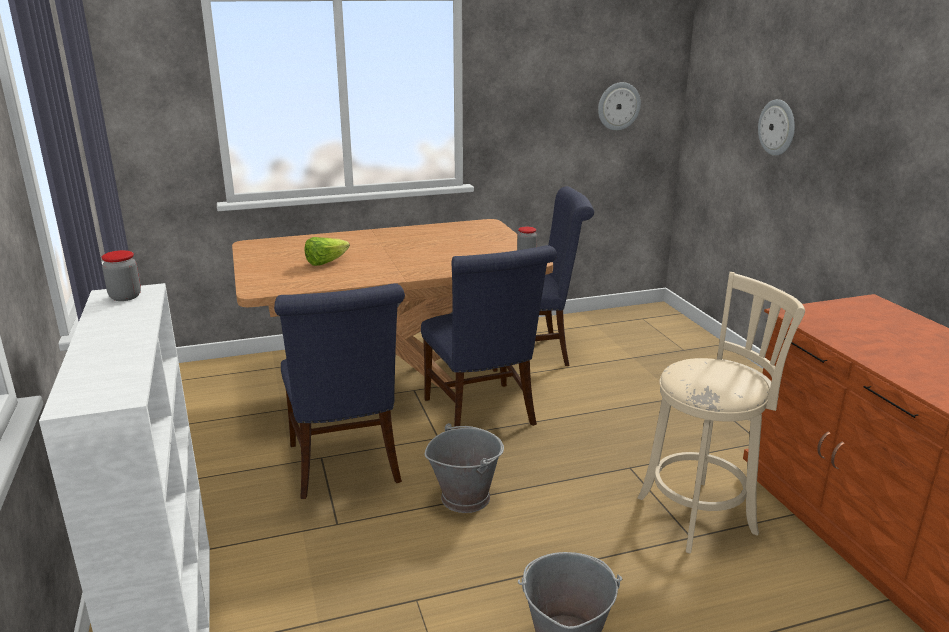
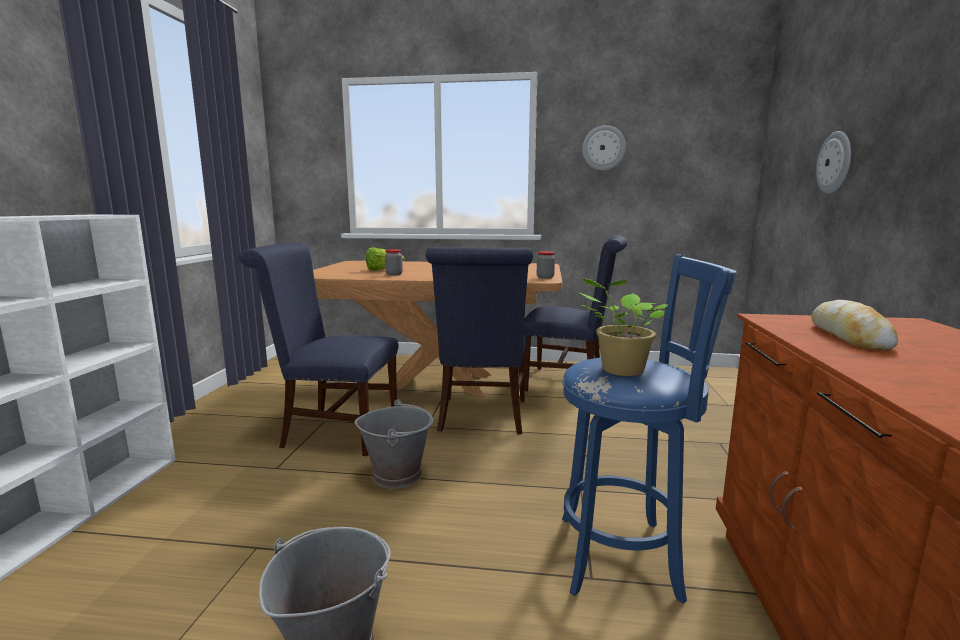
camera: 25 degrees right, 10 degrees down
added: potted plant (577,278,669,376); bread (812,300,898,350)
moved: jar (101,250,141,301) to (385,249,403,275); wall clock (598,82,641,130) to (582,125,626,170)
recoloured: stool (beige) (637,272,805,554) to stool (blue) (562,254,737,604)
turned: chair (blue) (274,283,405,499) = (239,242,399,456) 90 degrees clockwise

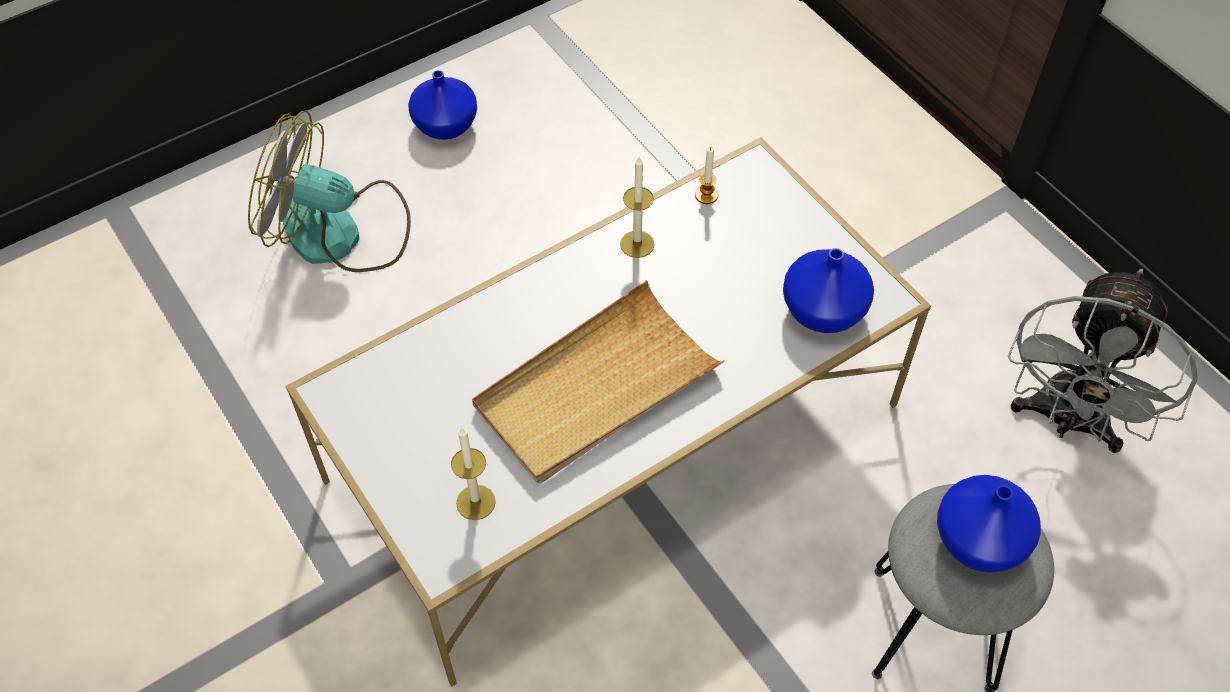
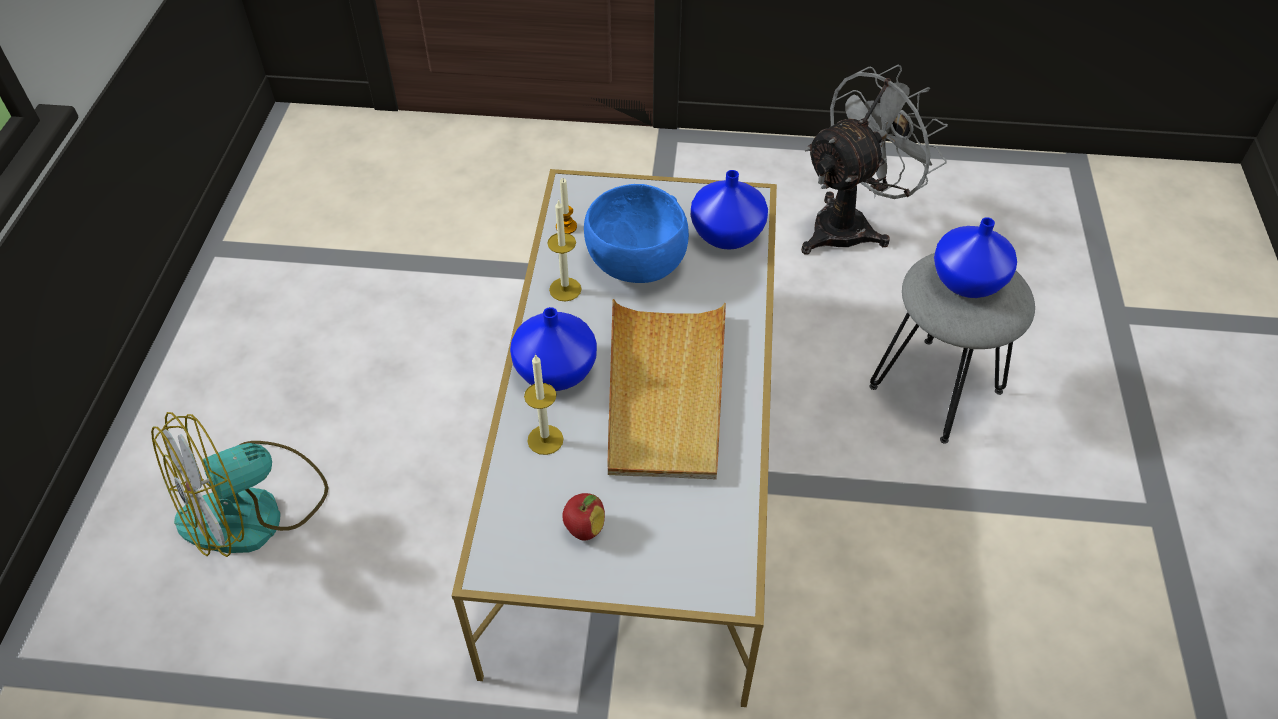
camera: 50 degrees left, 5 degrees down
added: apple (562,493,605,541); bowl (blue) (584,184,689,283)
moved: vase (blue) (408,70,477,140) to (510,307,597,391); candle (451,427,496,520) to (524,354,564,455)
turned: fan (grey) (1008,269,1198,453) = (801,65,948,255) 105 degrees counterclockwise

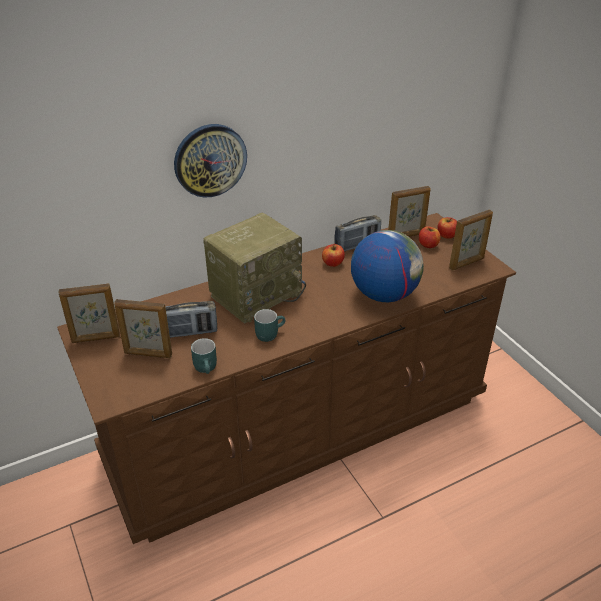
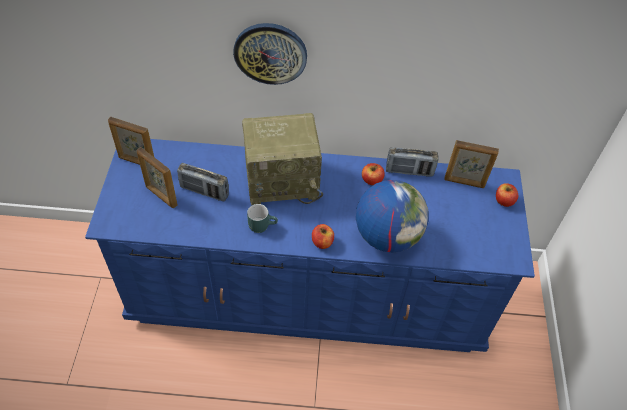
camera: 30 degrees right, 15 degrees up
removed: mug (turquoise) (191,338,217,374); picture frame (449,210,493,270)
moved: apple (419,226,441,248) to (312,224,334,249)
recoloured: dresser (brown) (57,213,516,544) to dresser (blue) (85,139,535,352)

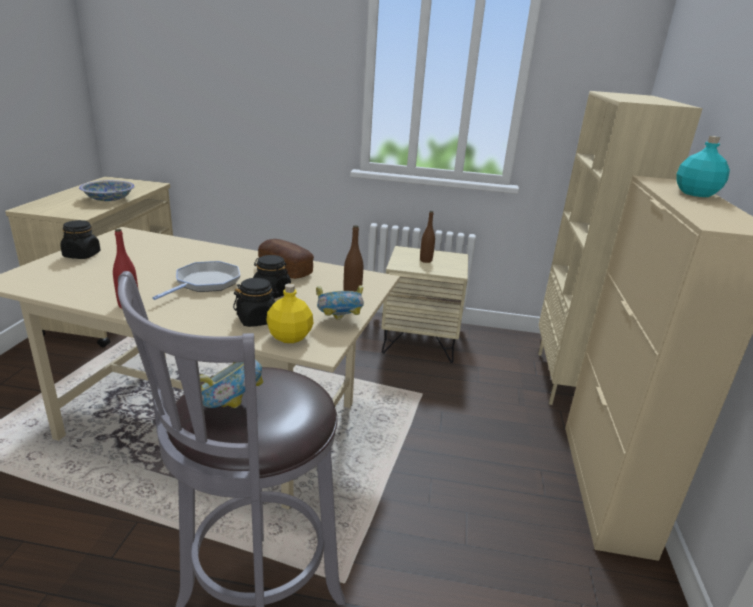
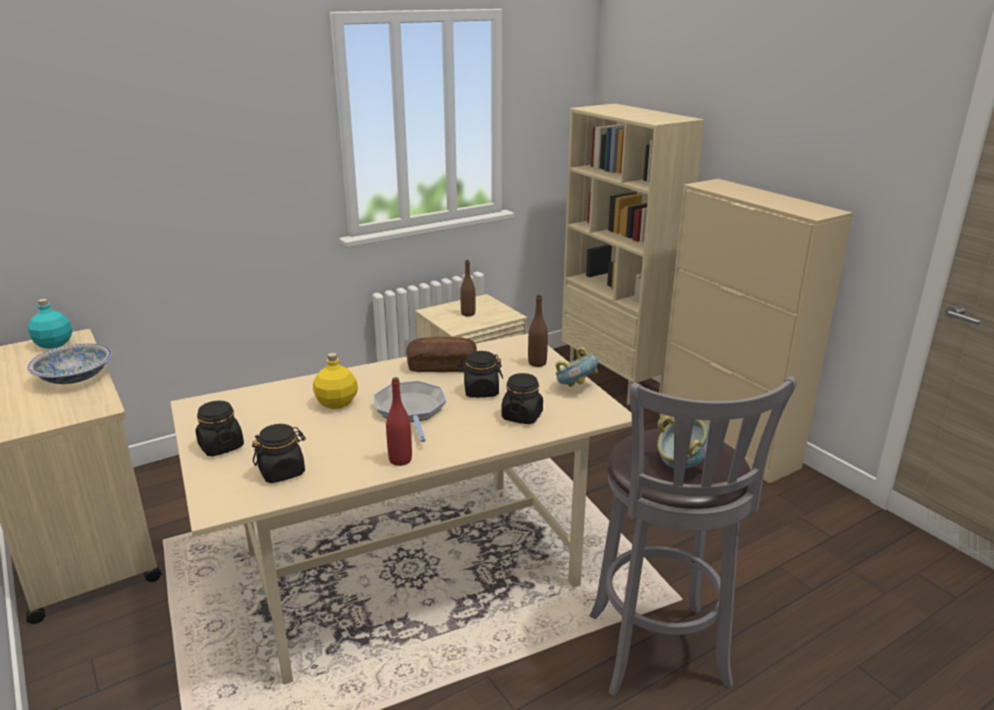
camera: 40 degrees left, 0 degrees up
added: jar (black) (252,424,306,483)
moved: bottle (yellow) (266,283,314,343) to (313,353,358,409); bottle (turquoise) (676,136,730,197) to (28,299,72,349)

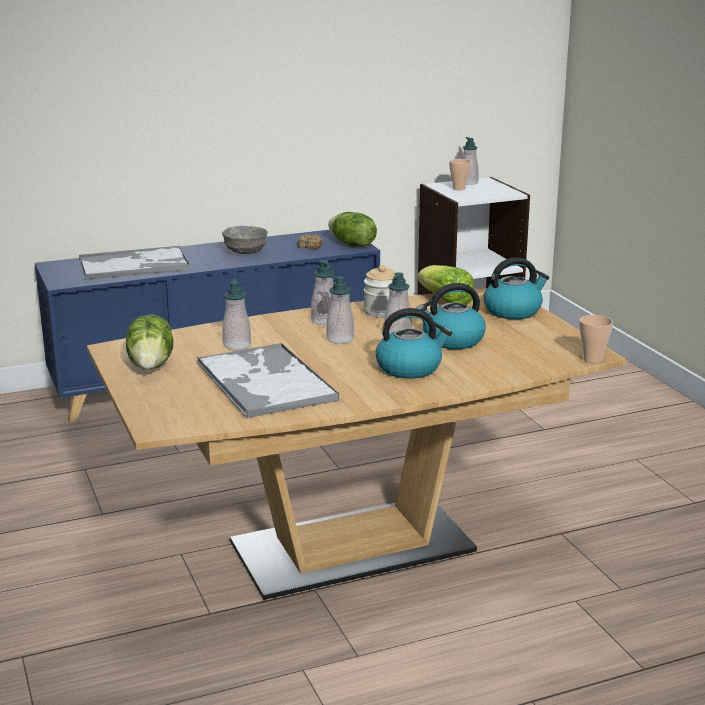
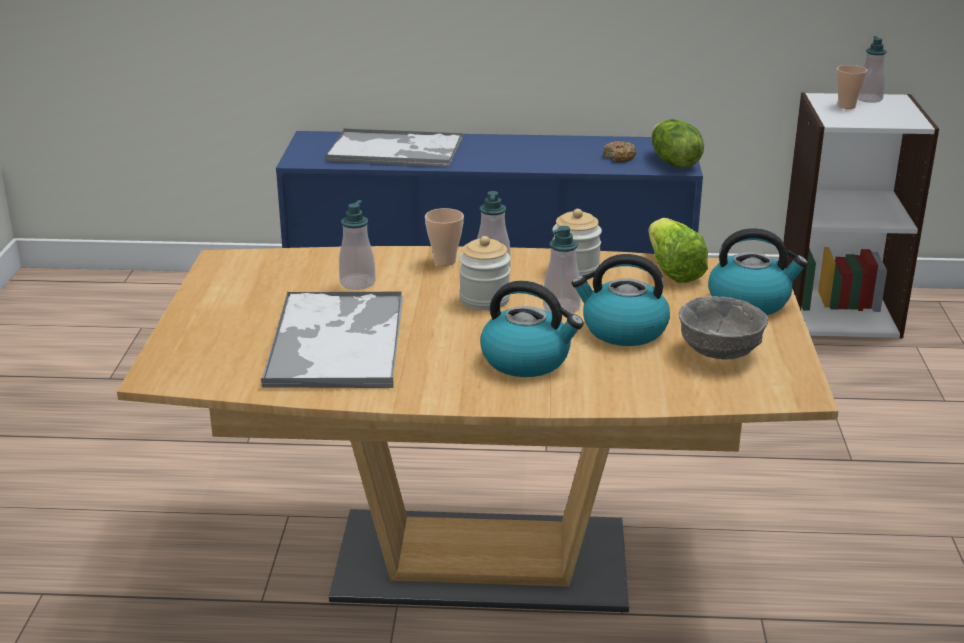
camera: 25 degrees right, 5 degrees up
removed: lettuce (126,314,173,370)
moved: bowl (grey) (222,226,268,254) to (679,296,768,359); cup (580,315,613,363) to (425,208,464,266)
replaced: soap dispenser (326,275,354,344) to jar (459,236,511,310)

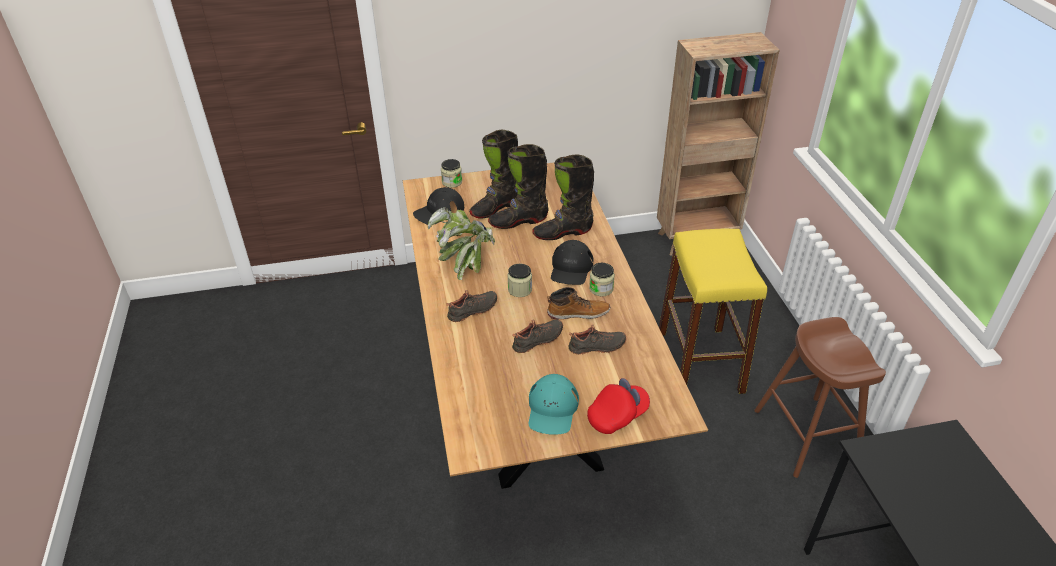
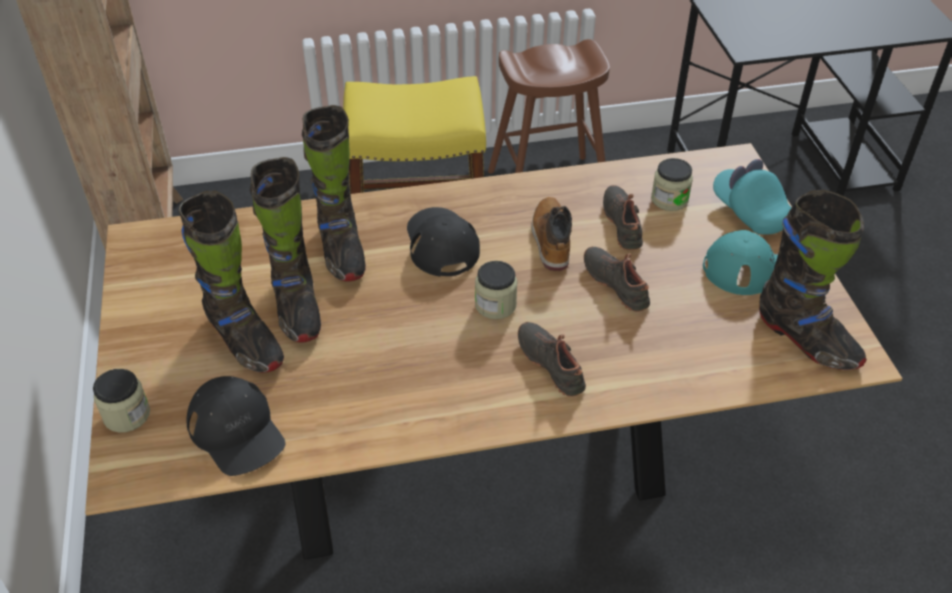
camera: 90 degrees left, 5 degrees up
removed: potted plant (428,207,495,280)
added: boot (black) (759,190,867,370)
moved: jar (589,263,615,296) to (651,158,693,211)
recoloured: cap (red) (587,378,650,434) to cap (turquoise) (713,159,791,235)
turned: cap (black) (551,240,594,285) = (407,207,480,277) 120 degrees counterclockwise

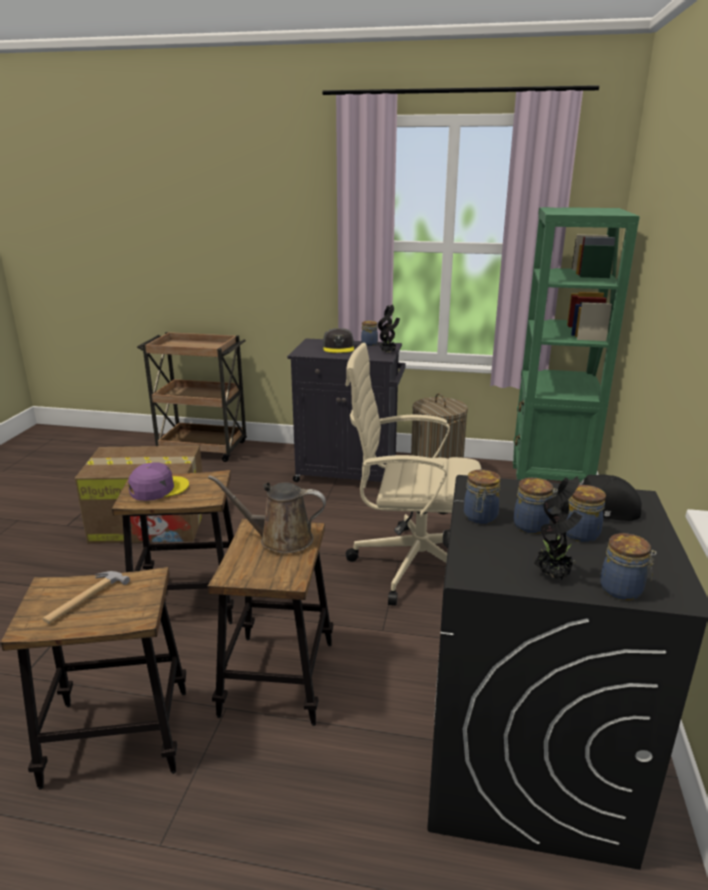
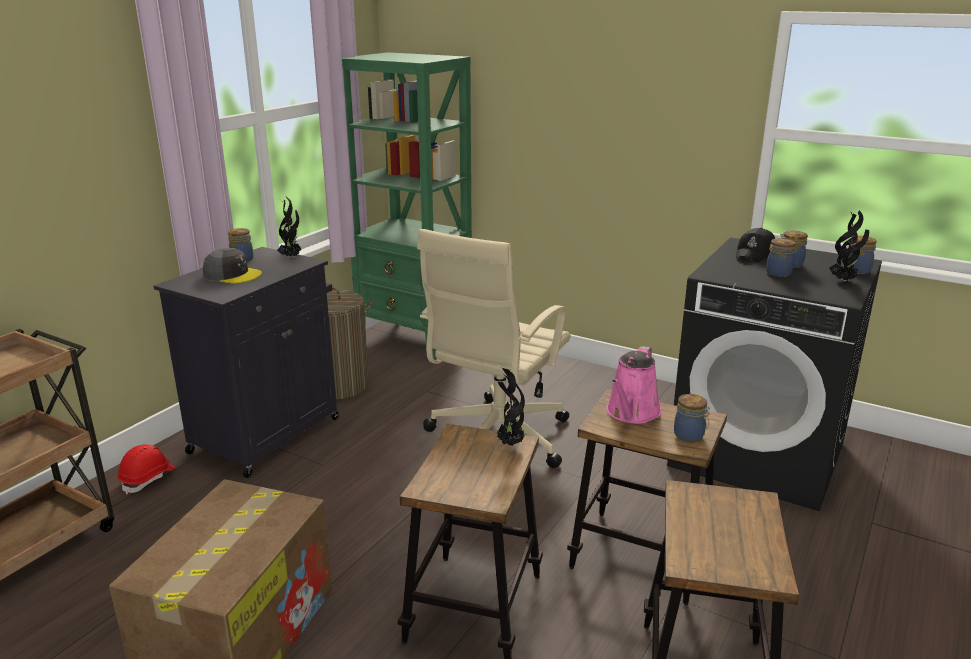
camera: 70 degrees left, 0 degrees up
removed: hammer (43,571,130,624); cap (purple) (128,462,189,501)
added: hard hat (red) (118,444,176,495); potted plant (496,368,525,446)
moved: jar (464,469,500,524) to (674,394,710,442)
recoloured: watering can (brown) (208,475,326,553) to watering can (pink) (606,346,662,424)

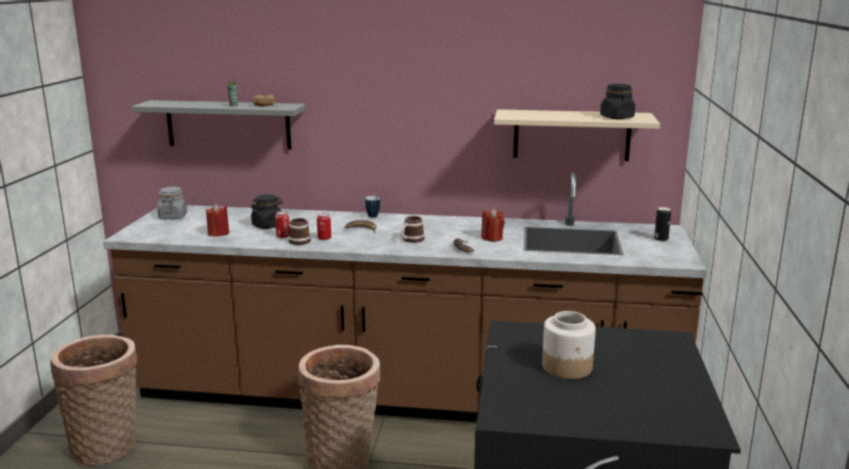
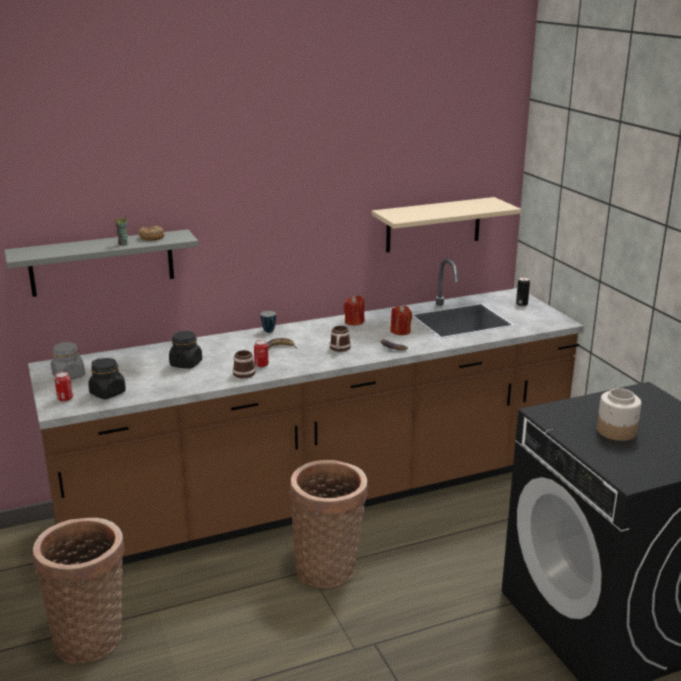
camera: 30 degrees left, 5 degrees up
moved: candle (red) (206,204,229,236) to (343,295,365,326); can (275,211,290,238) to (55,372,73,402); jar (black) (600,84,635,119) to (88,358,126,399)

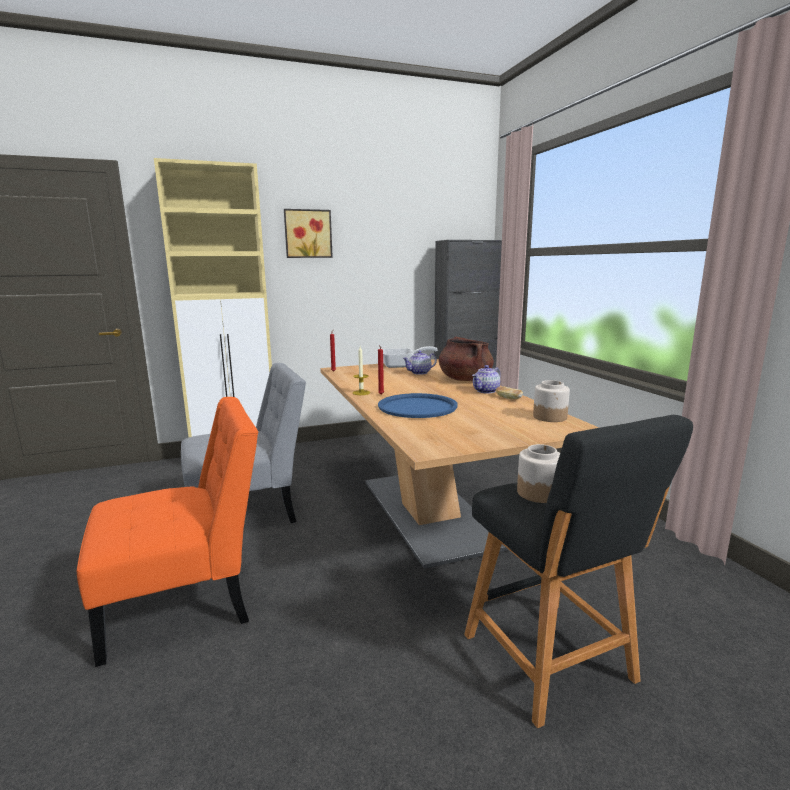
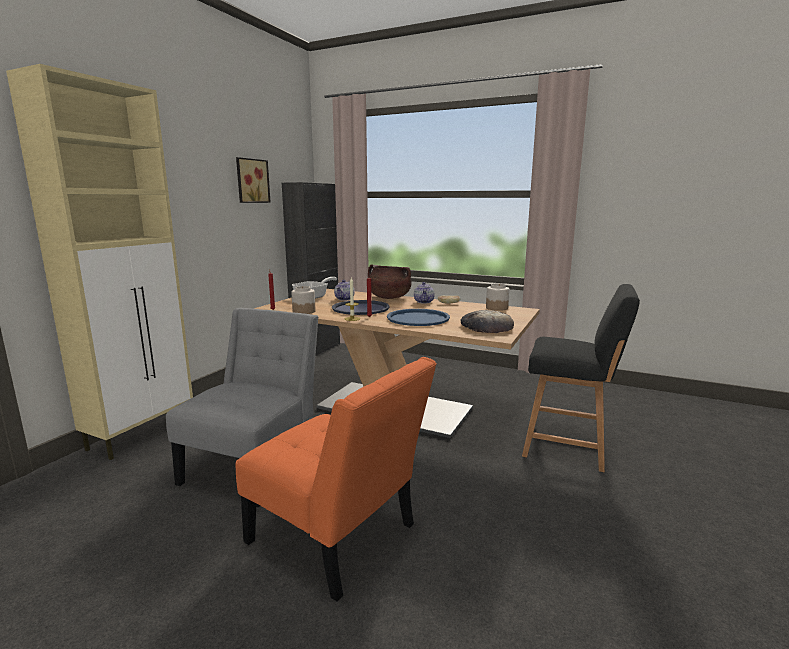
camera: 45 degrees left, 0 degrees up
added: tray (blue) (332,300,390,315); bread (460,310,514,333)
moved: picture (284,209,333,258) to (236,157,271,203); jar (517,444,560,503) to (291,286,316,314)
turned: chair (orange) (77,397,258,667) = (235,357,437,602) 105 degrees clockwise

